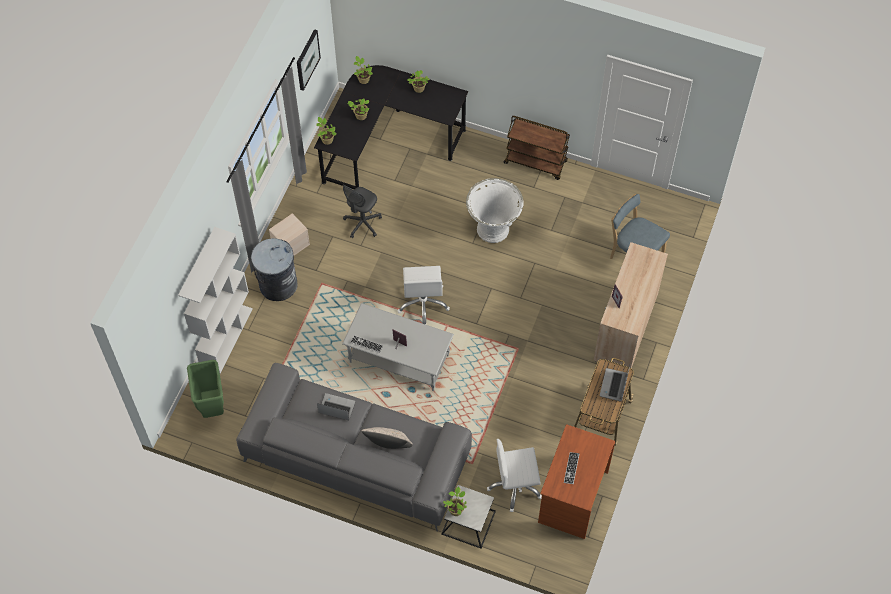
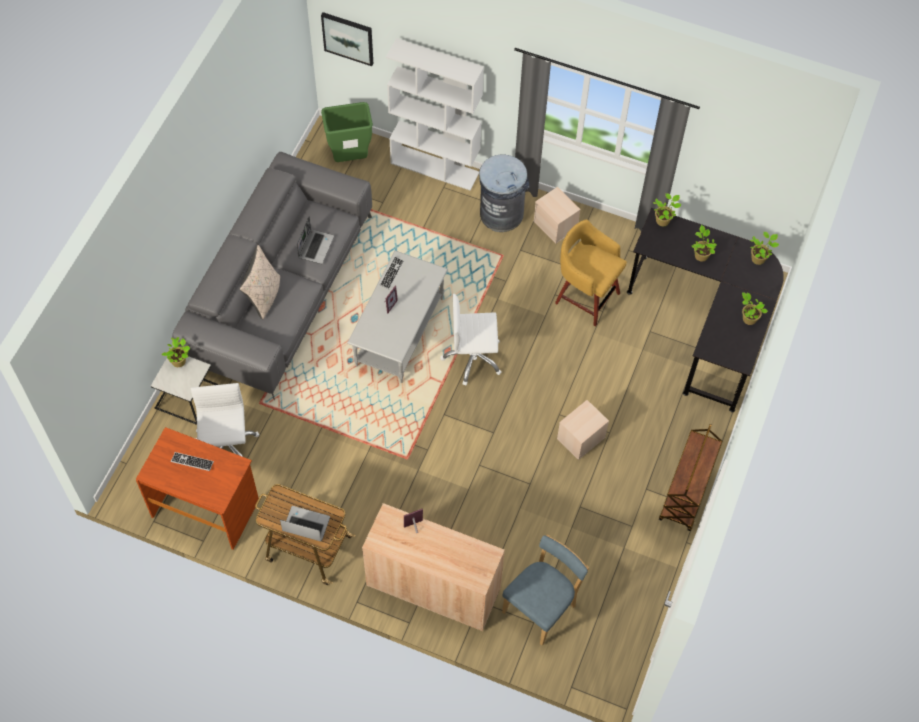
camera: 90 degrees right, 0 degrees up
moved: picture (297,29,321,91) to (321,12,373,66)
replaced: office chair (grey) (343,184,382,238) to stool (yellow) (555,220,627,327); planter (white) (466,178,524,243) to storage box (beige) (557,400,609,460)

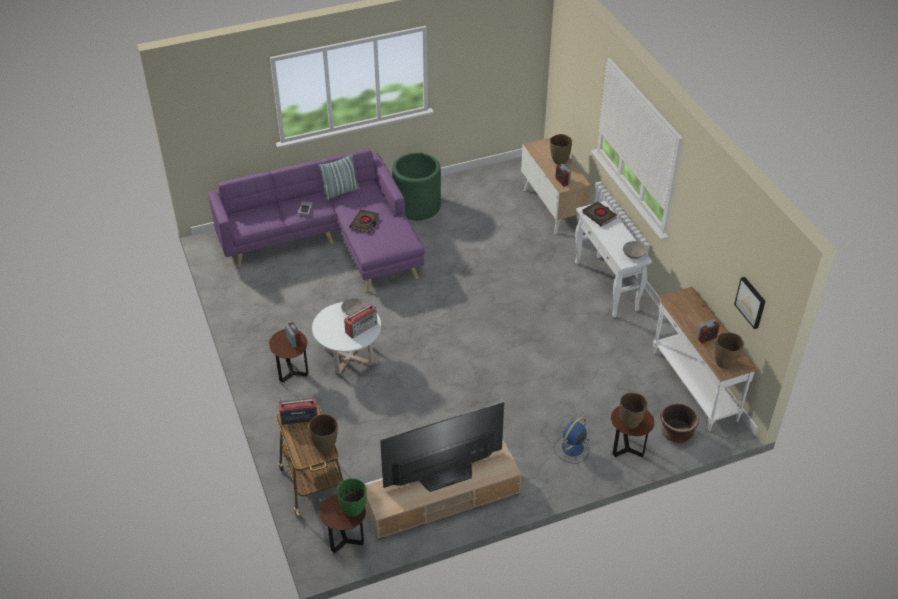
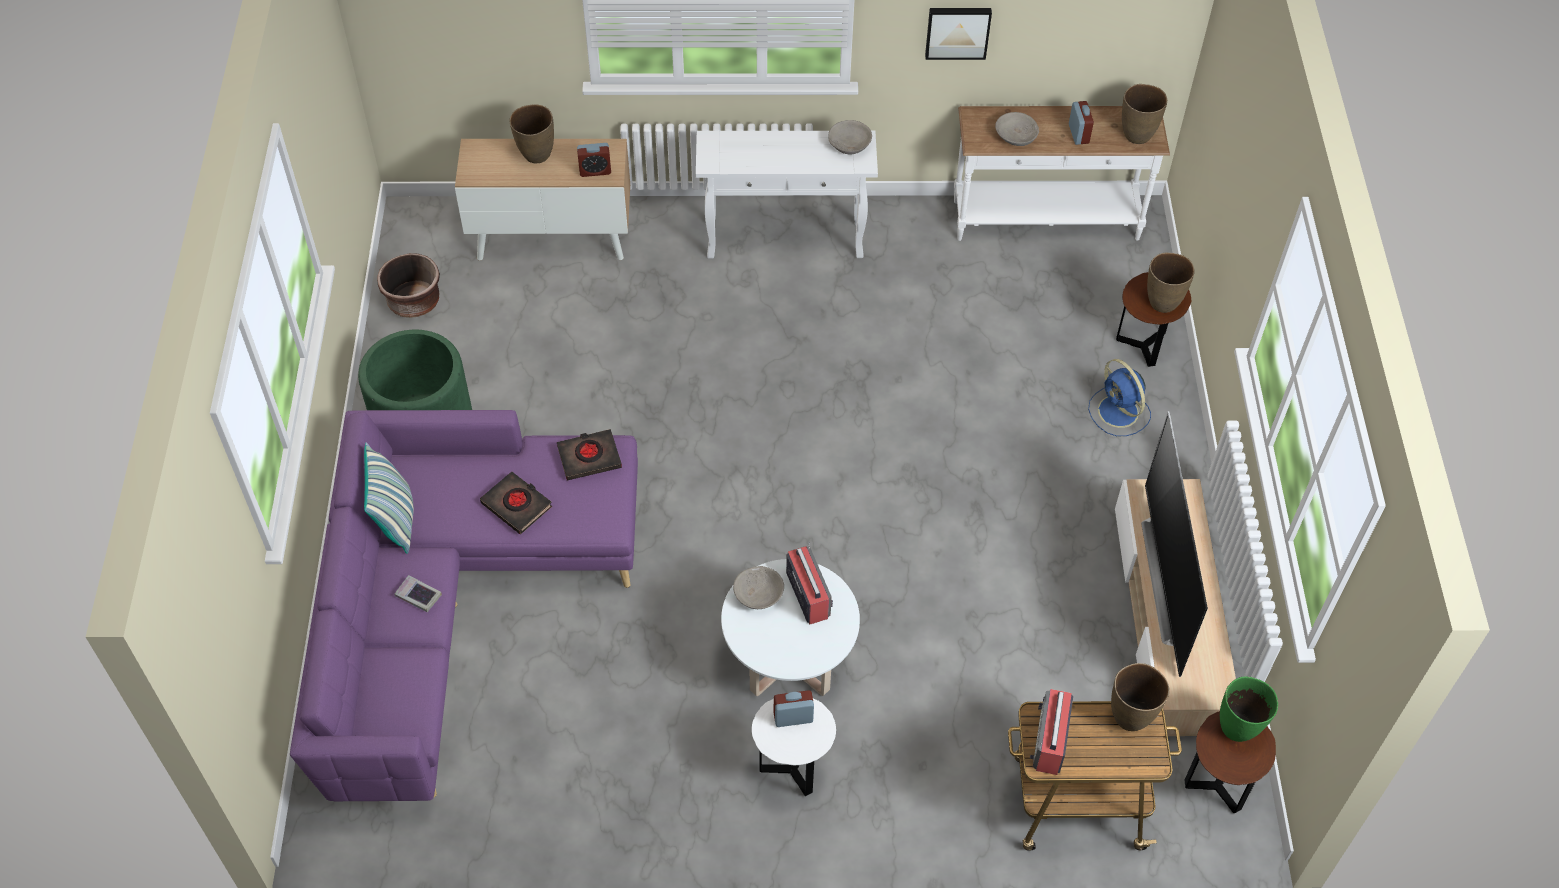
camera: 70 degrees left, 10 degrees up
added: bowl (grey) (995,112,1039,146)
moved: book (black) (582,202,617,226) to (557,429,622,480); planter (brown) (660,403,699,443) to (377,253,440,318); picture (734,277,765,329) to (925,8,992,60)
recoloured: side table (brown) (269,329,309,383) to side table (white) (752,698,836,796)

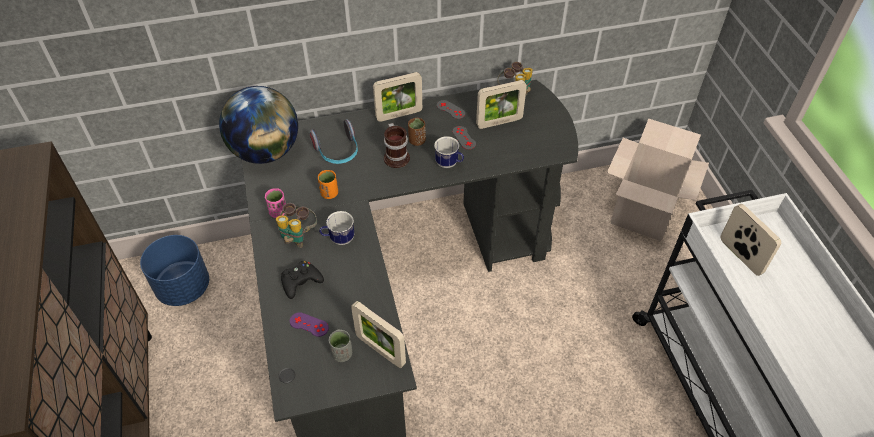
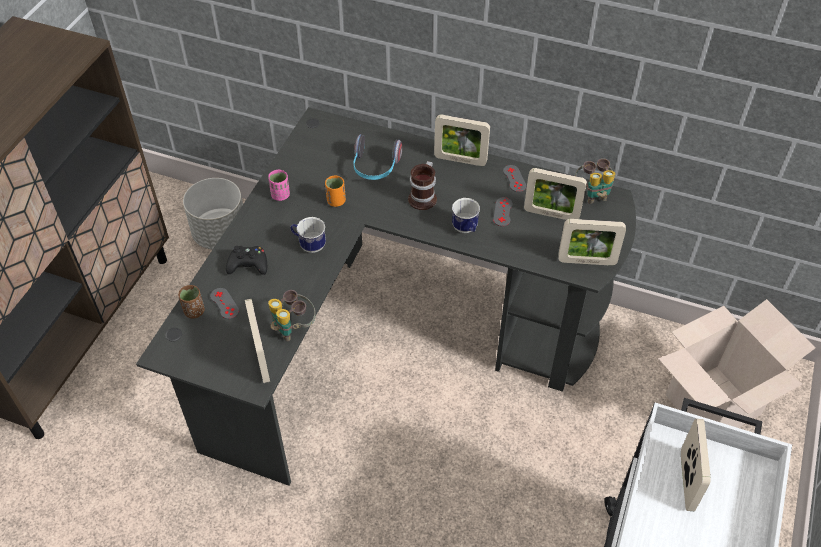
camera: 35 degrees right, 0 degrees up
removed: globe (219,86,298,164); cup (grey) (329,329,352,362)
added: picture frame (558,219,626,266)
moved: binoculars (276,203,317,248) to (268,290,316,341); cup (brown) (408,118,426,146) to (178,285,205,318)
recoloured: planter (blue) (140,235,209,306) to planter (grey) (183,178,243,249); game controller (purple) (290,312,329,337) to game controller (grey) (210,288,239,319)

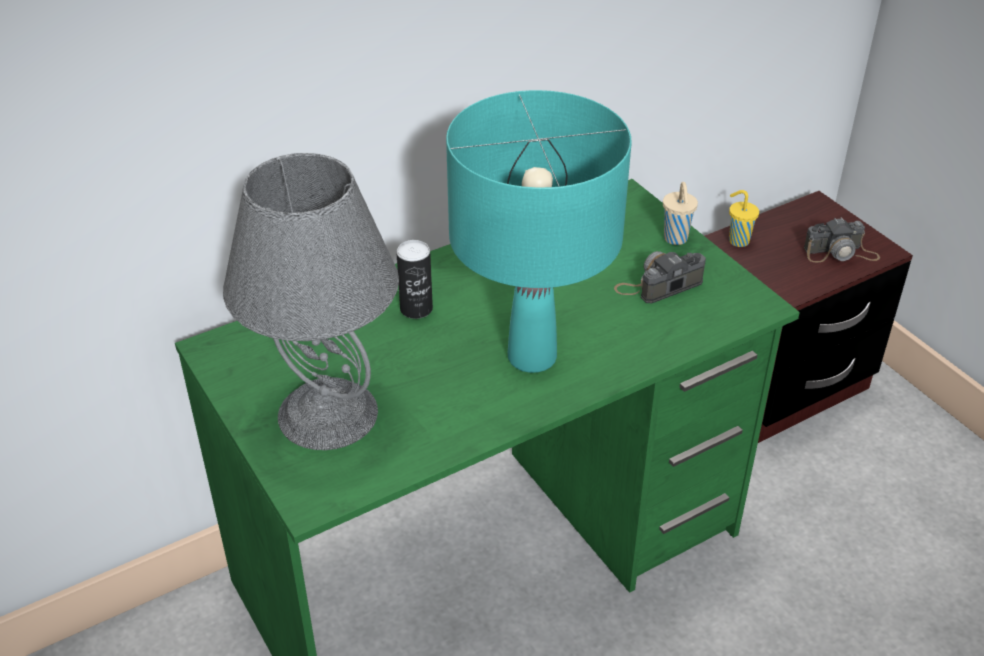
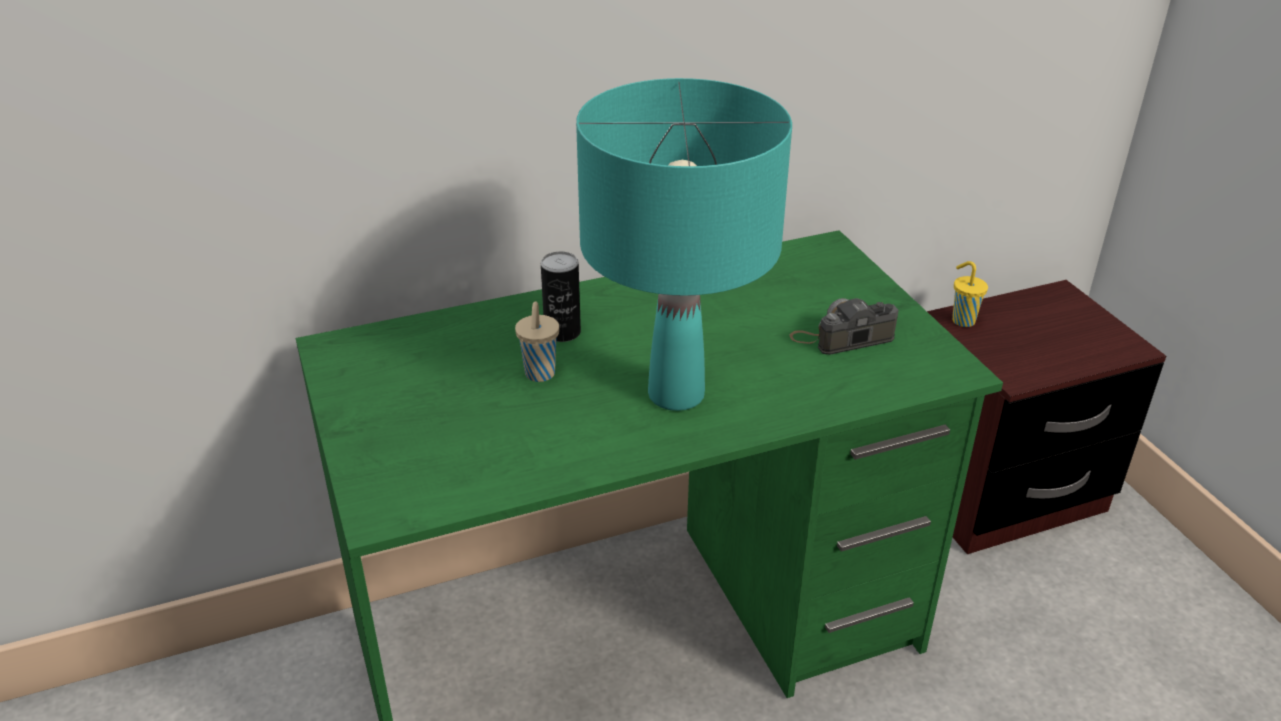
camera: 10 degrees right, 5 degrees down
removed: table lamp (grey) (223,153,399,450); photo camera (804,217,880,263)
moved: cup (beige) (663,182,698,245) to (515,301,559,382)

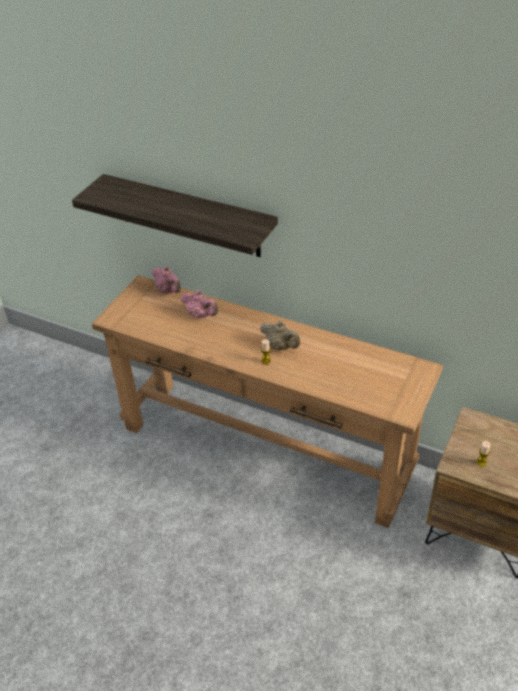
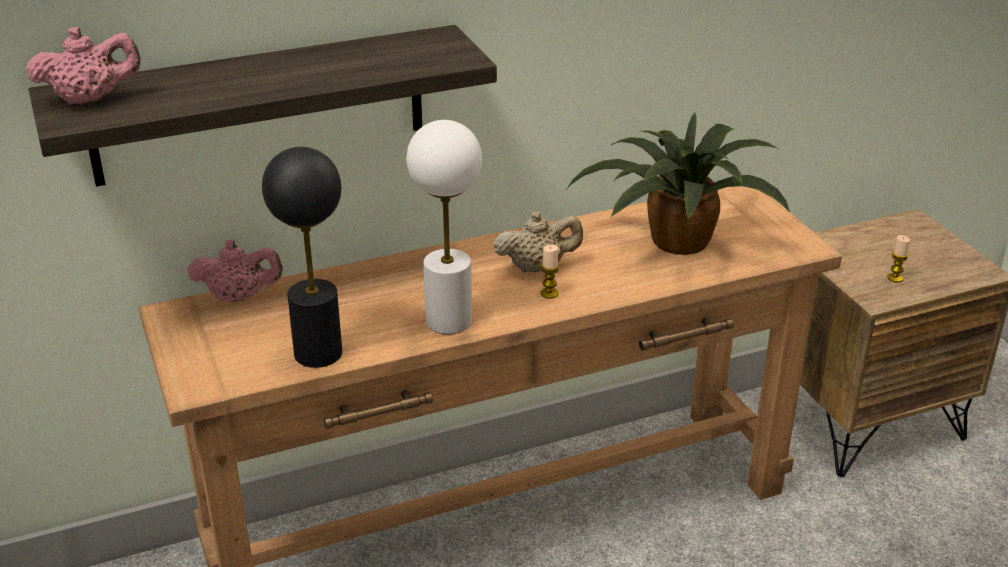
camera: 50 degrees left, 10 degrees down
added: table lamp (black) (262,147,342,368); table lamp (white) (407,120,482,334); potted plant (565,113,790,255)
moved: teapot (pink) (181,290,218,318) to (26,27,141,105)

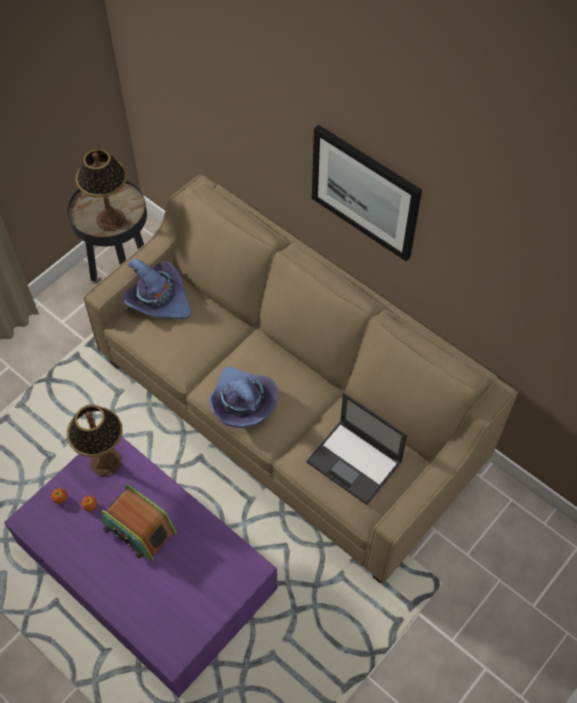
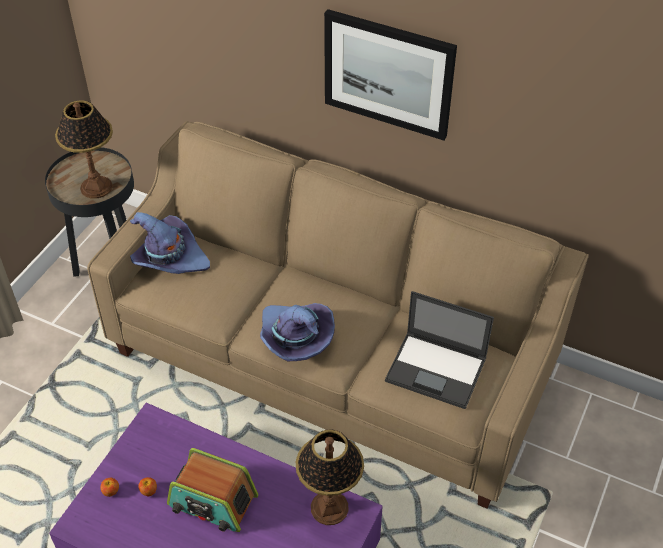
camera: 15 degrees left, 10 degrees down
moved: table lamp (67,405,123,476) to (296,429,364,525)

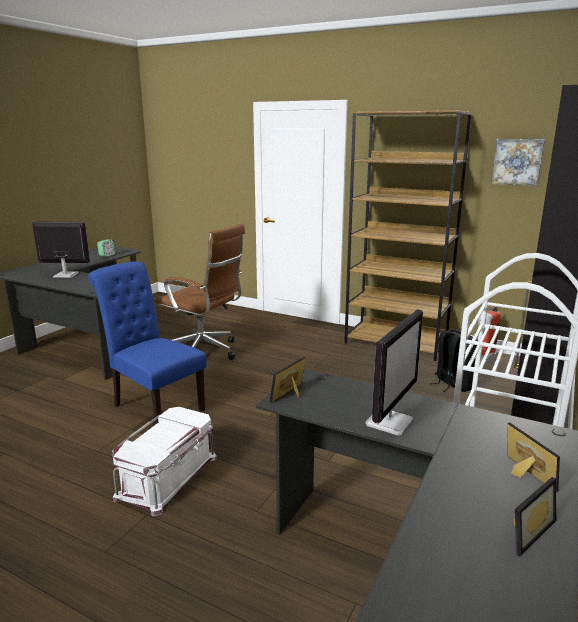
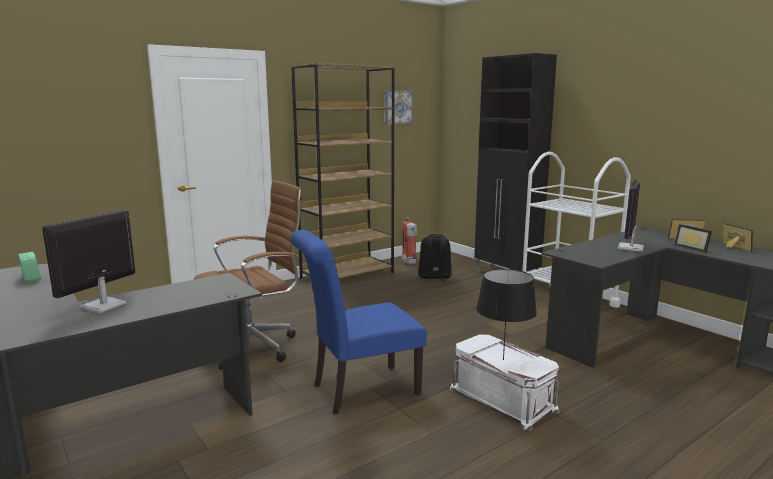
camera: 65 degrees left, 5 degrees down
added: table lamp (black) (476,269,537,360)
moved: picture frame (270,357,306,403) to (674,224,712,253)
turned: monitor (366,309,423,435) = (617,180,644,251) 120 degrees counterclockwise

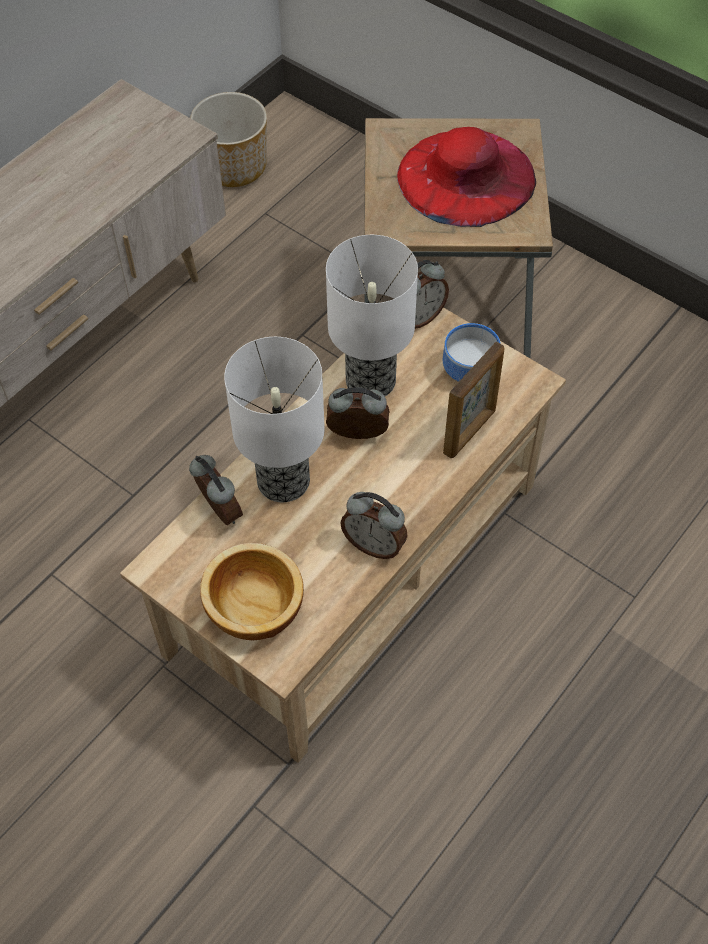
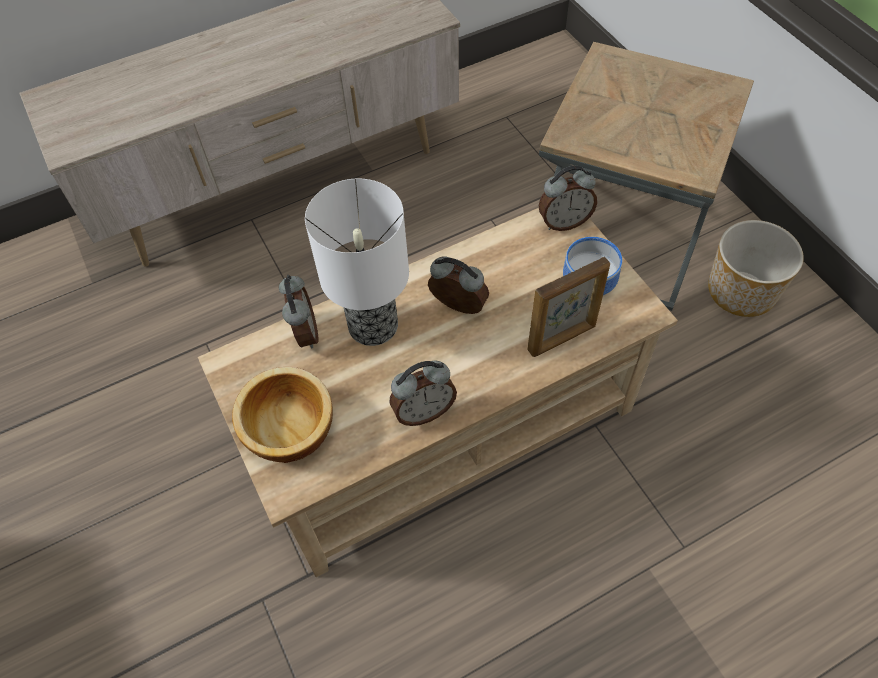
camera: 25 degrees right, 0 degrees up
removed: table lamp (326,235,418,396); hat (red) (397,127,536,227)
moved: planter (190,92,267,187) to (708,220,804,317)
turned: alarm clock (340,492,408,559) = (389,360,457,426) 75 degrees counterclockwise

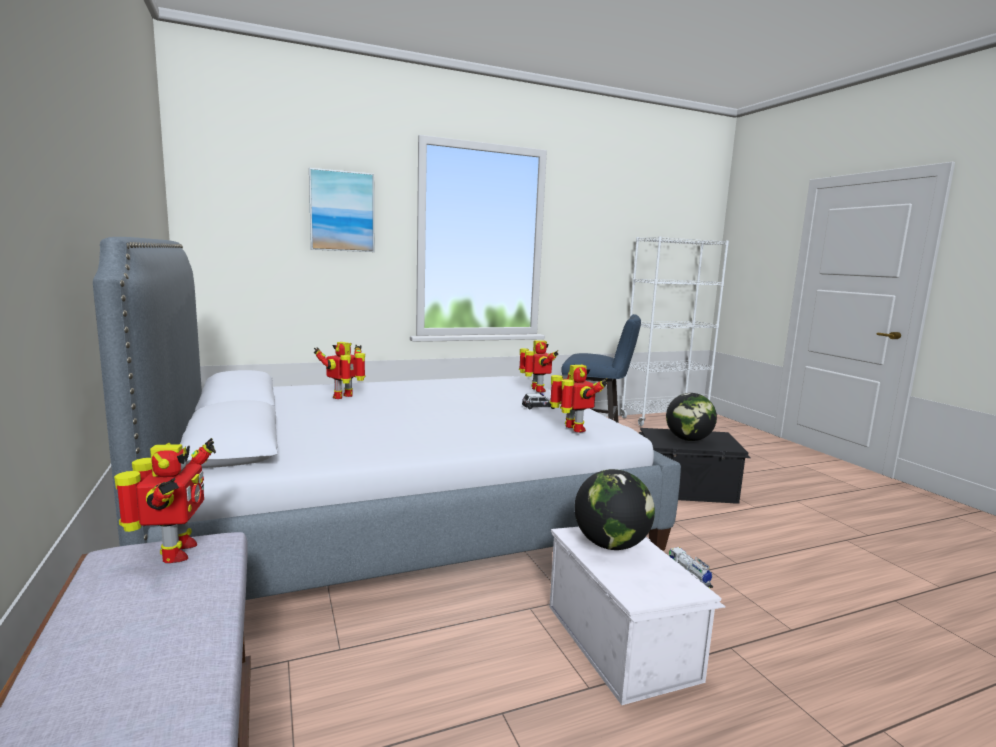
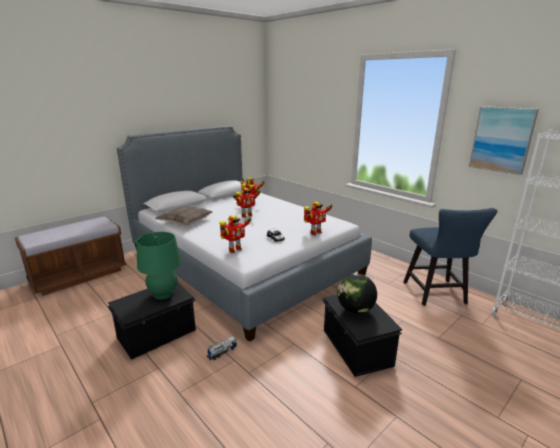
camera: 70 degrees right, 10 degrees up
added: pillow (155,206,212,225)
moved: toy robot (114,438,216,563) to (233,187,261,218); picture (309,168,374,252) to (469,106,539,175)
replaced: globe (574,469,655,550) to table lamp (green) (136,232,181,300)
recoloured: storage box (white) (549,527,726,705) to storage box (black) (107,282,196,360)

